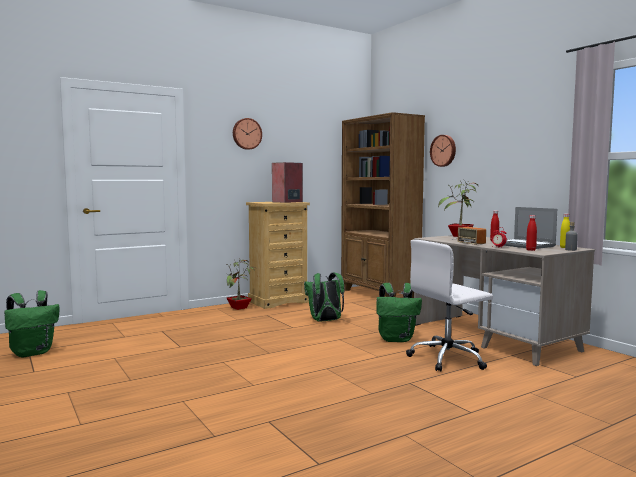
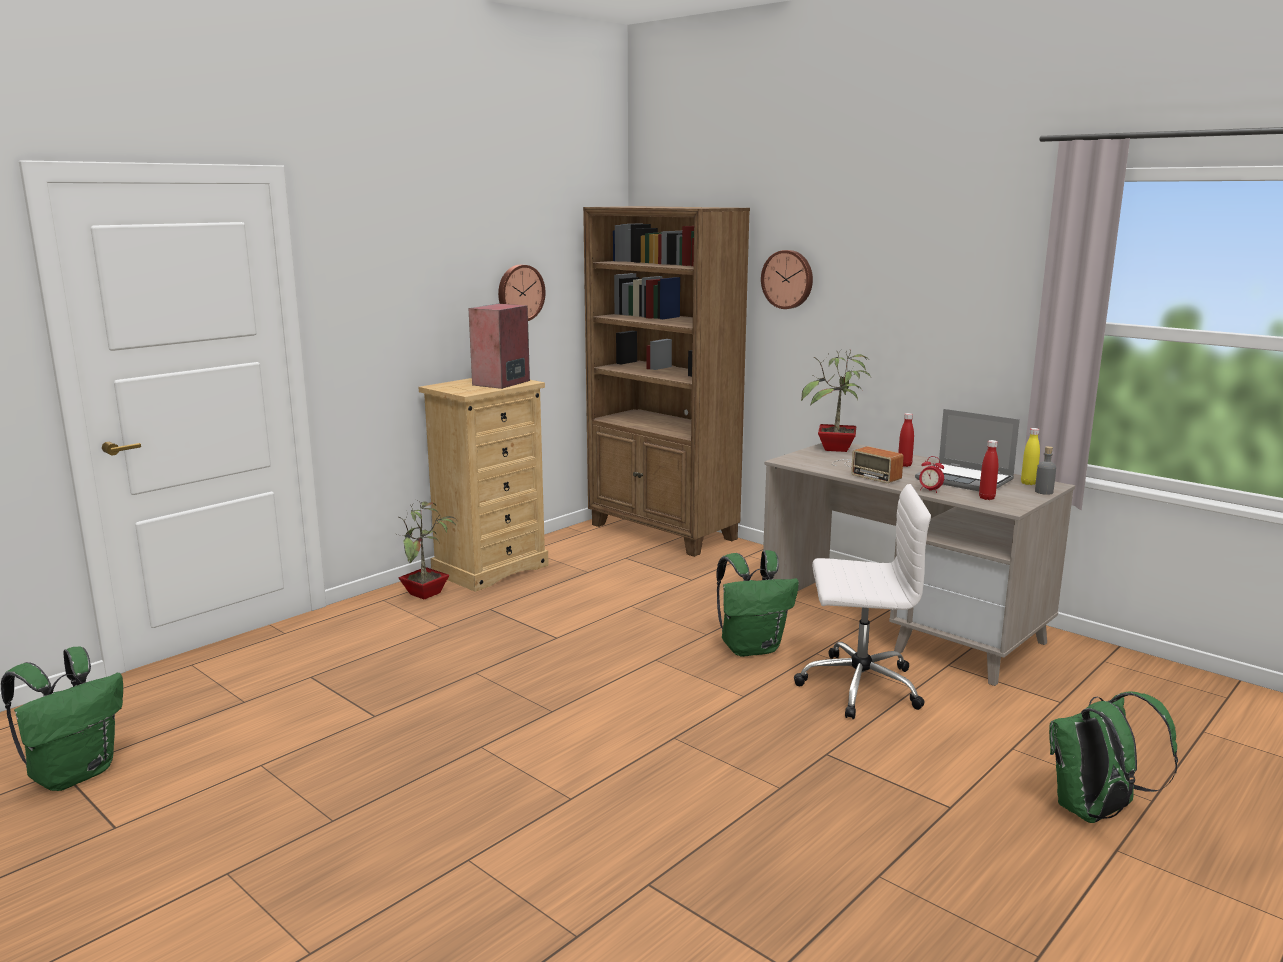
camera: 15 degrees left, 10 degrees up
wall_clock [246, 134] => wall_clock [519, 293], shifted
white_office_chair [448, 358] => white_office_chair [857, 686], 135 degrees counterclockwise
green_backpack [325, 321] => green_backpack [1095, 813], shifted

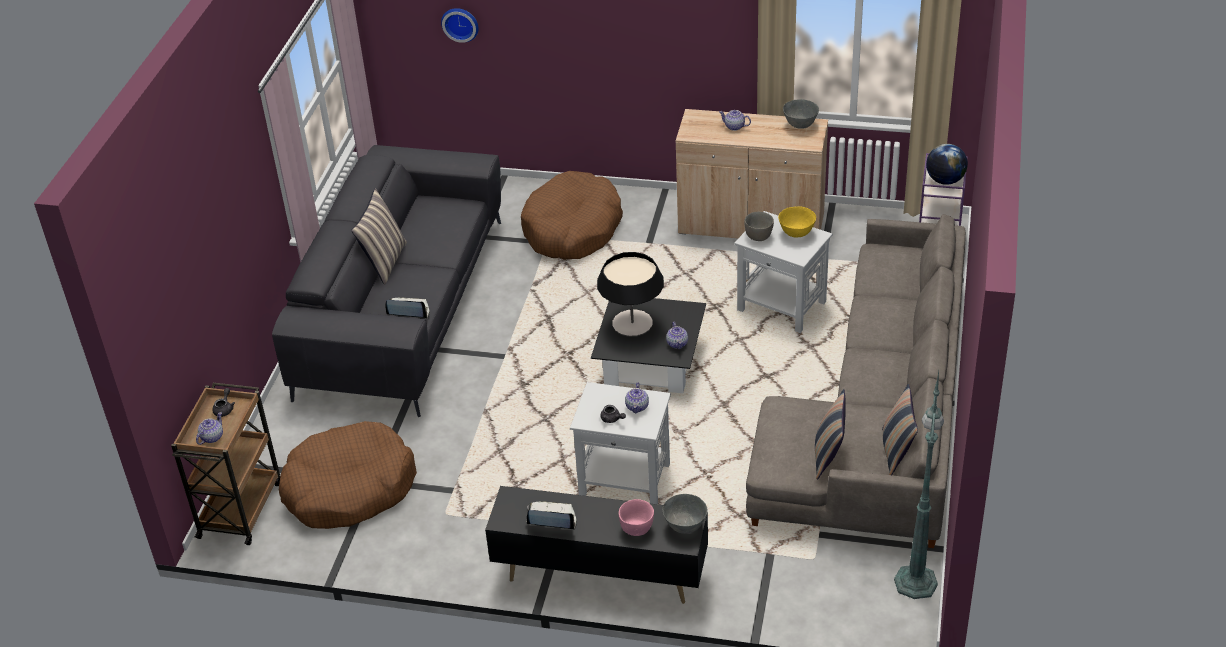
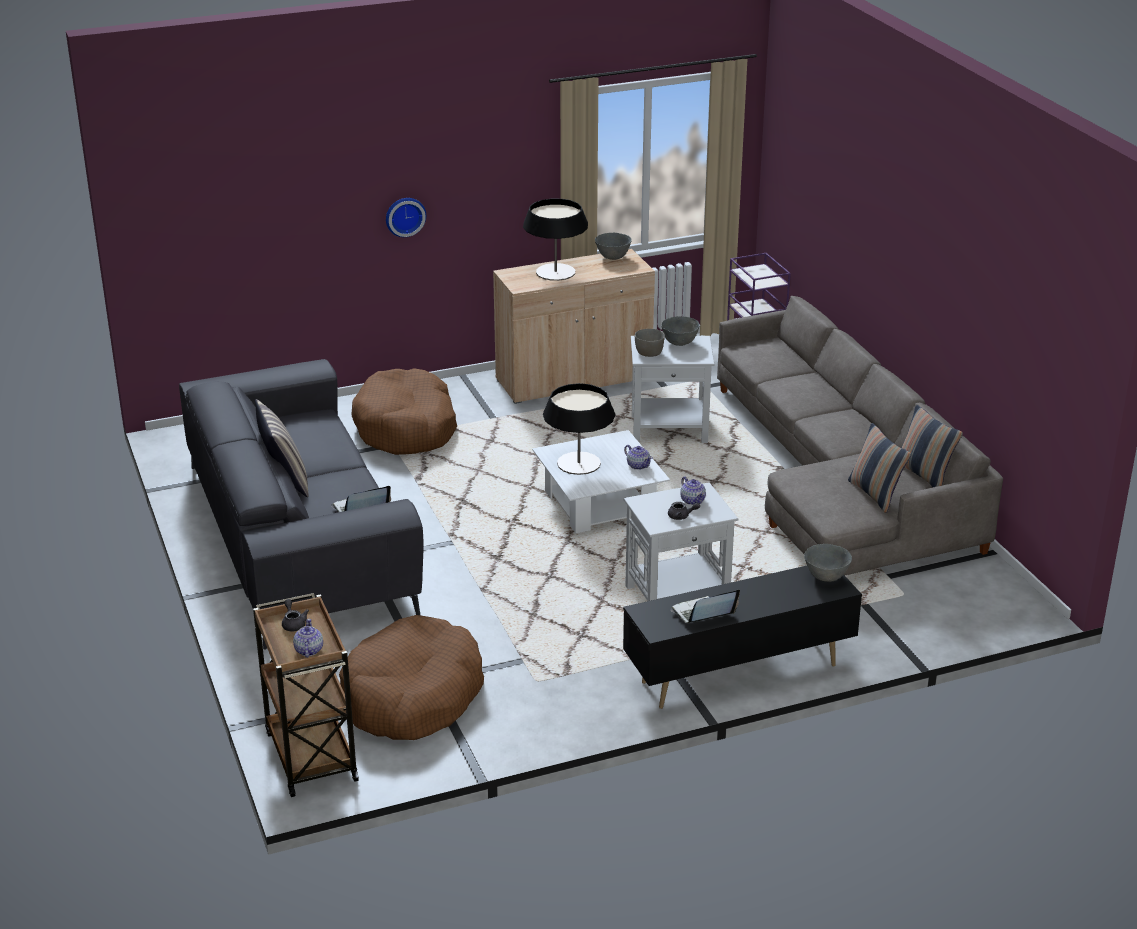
camera: 35 degrees left, 10 degrees down
wall_clock [460, 23] => wall_clock [404, 216], shifted
teapot [734, 127] => table_lamp [555, 272]
globe [945, 180] => nothing
yellow_bowl [796, 233] => grey_bowl [679, 343]
black_coffee_table [650, 363] => white_coffee_table [599, 504]
green_floor_lamp [916, 580] => nothing
pink_bowl [637, 528] => nothing

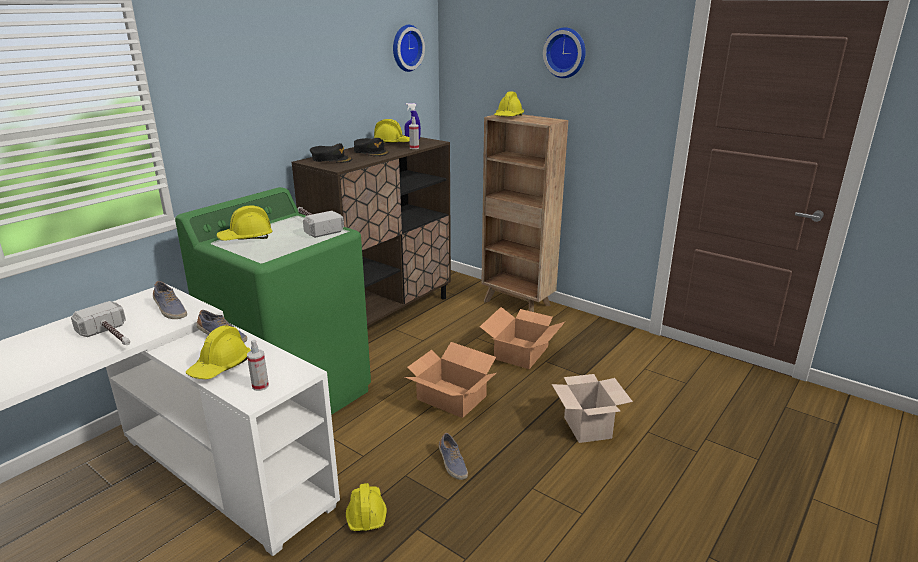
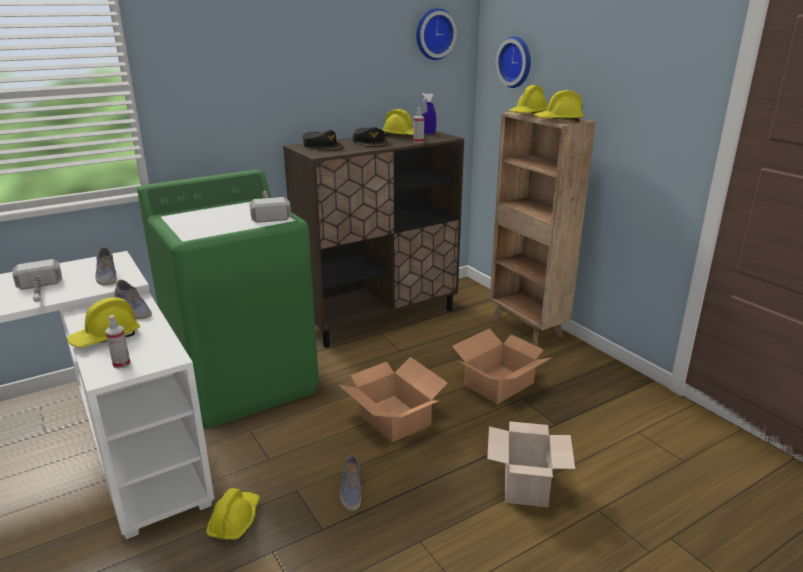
camera: 20 degrees right, 0 degrees up
wall_clock [566, 52] => wall_clock [516, 62], shifted
yellow_hard_hat [246, 238] => yellow_hard_hat [558, 120], shifted

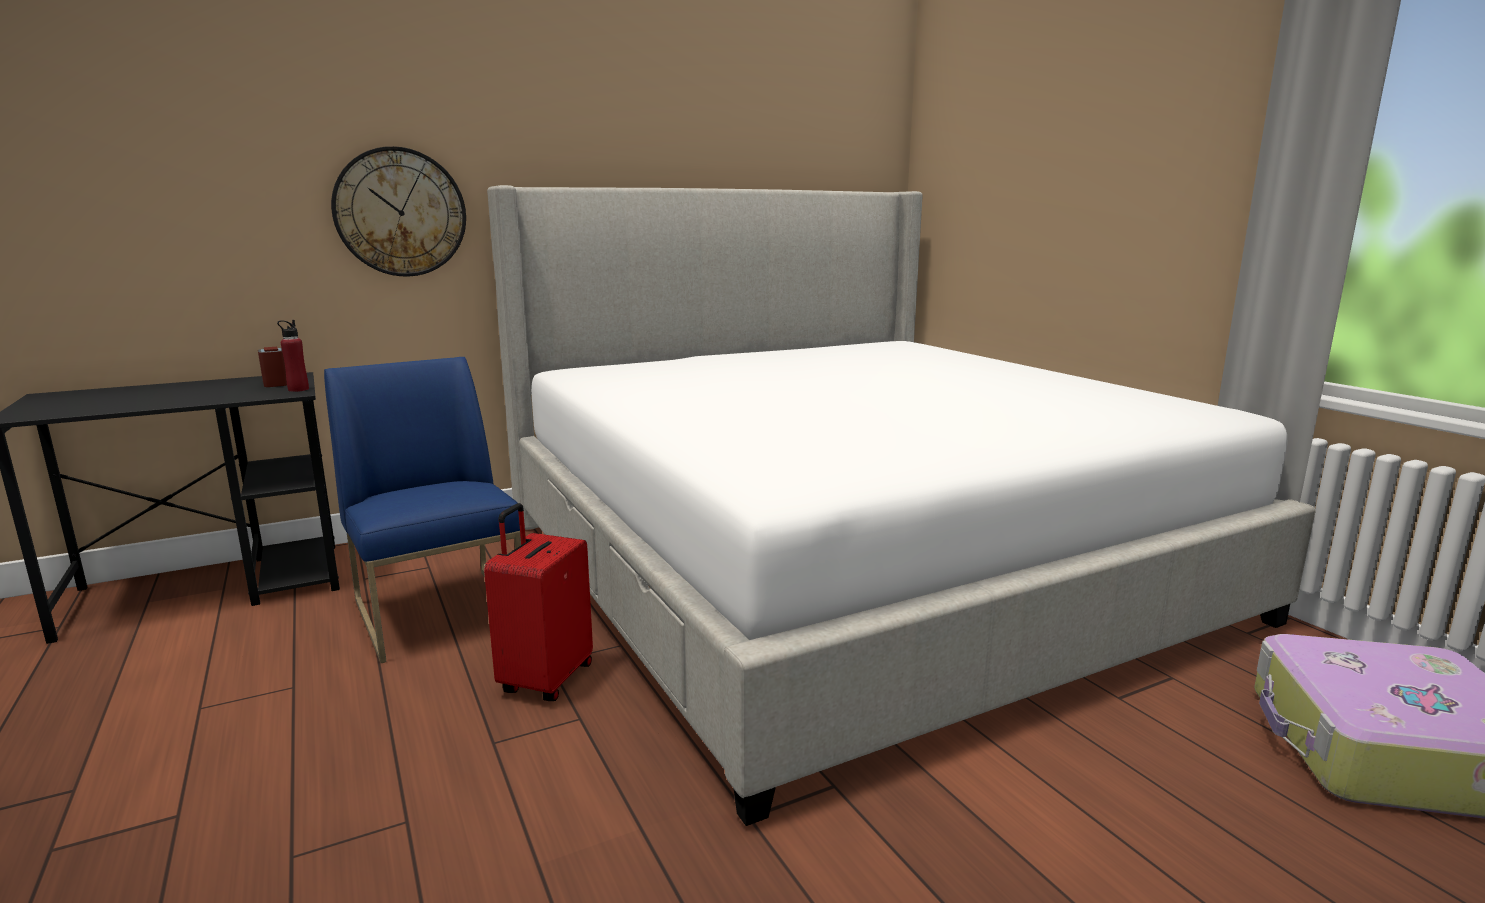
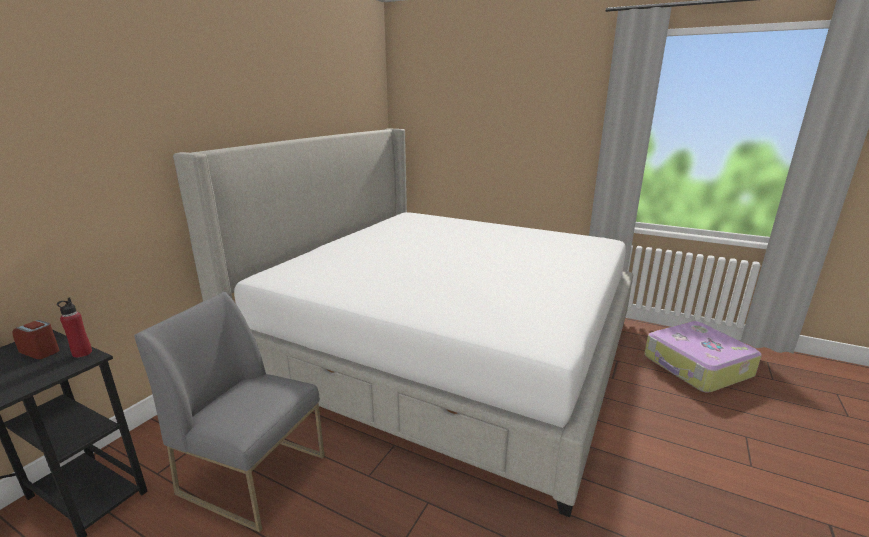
camera: 35 degrees left, 5 degrees up
wall_clock [400, 212] => nothing
blue_chair [441, 613] => grey_chair [255, 474]
red_suitcase [545, 679] => nothing

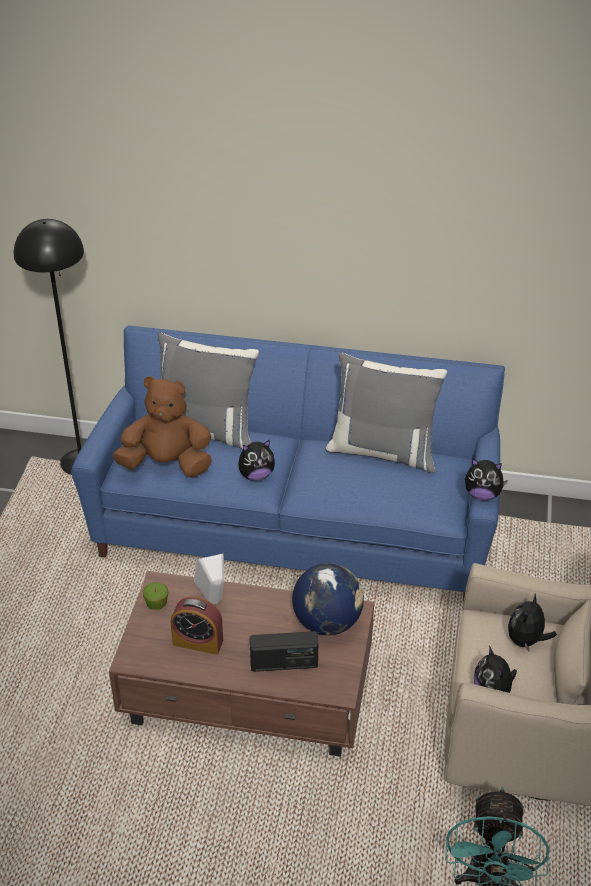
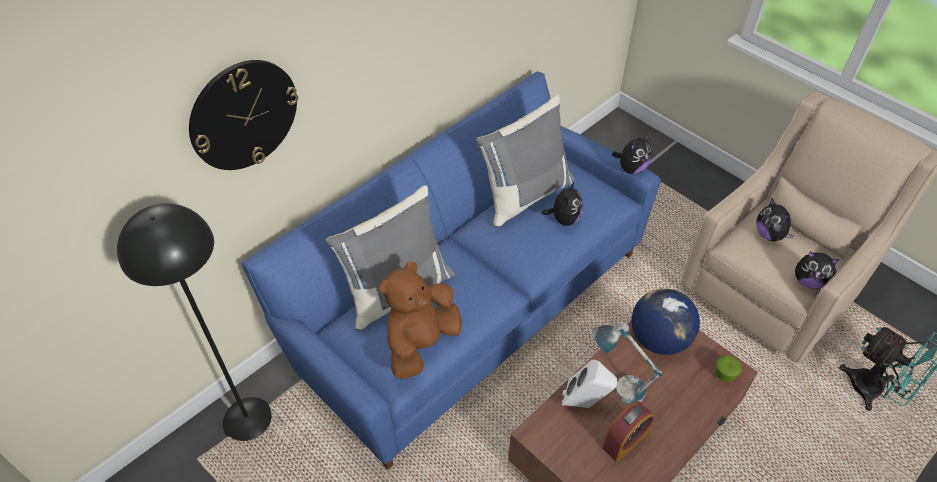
camera: 55 degrees left, 10 degrees up
plush_toy [256, 475] => plush_toy [563, 219], shifted
apple [156, 603] => apple [724, 374], shifted
radio [284, 663] => nothing
nothing => wall_clock [243, 115]
nothing => table_lamp [617, 385]

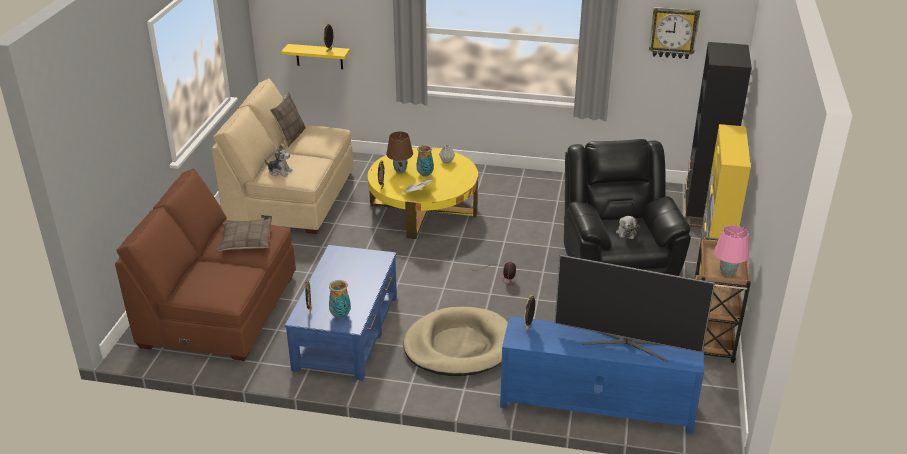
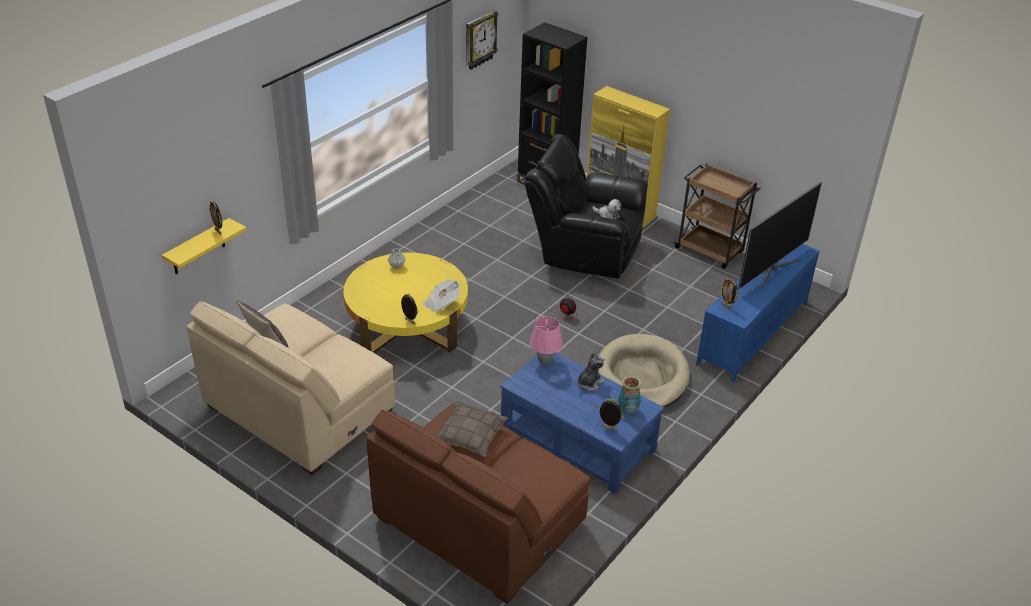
camera: 65 degrees left, 5 degrees up
brown_table_lamp [400, 171] => nothing
plush_toy [279, 172] => plush_toy [589, 383], shifted
vase [425, 174] => nothing
pink_table_lamp [727, 274] => pink_table_lamp [545, 361], shifted

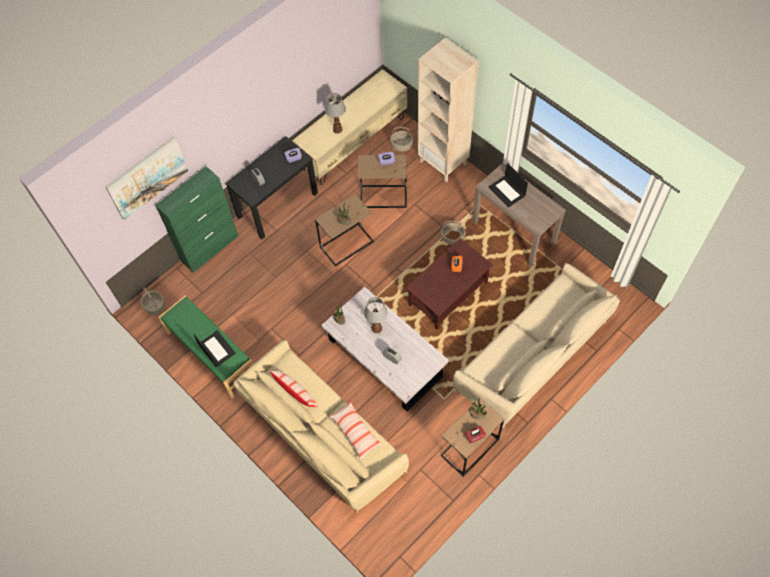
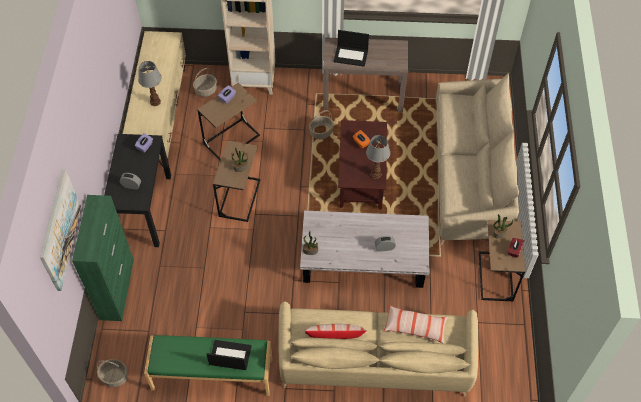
camera: 45 degrees left, 5 degrees down
table_lamp [377, 328] => table_lamp [376, 173], shifted

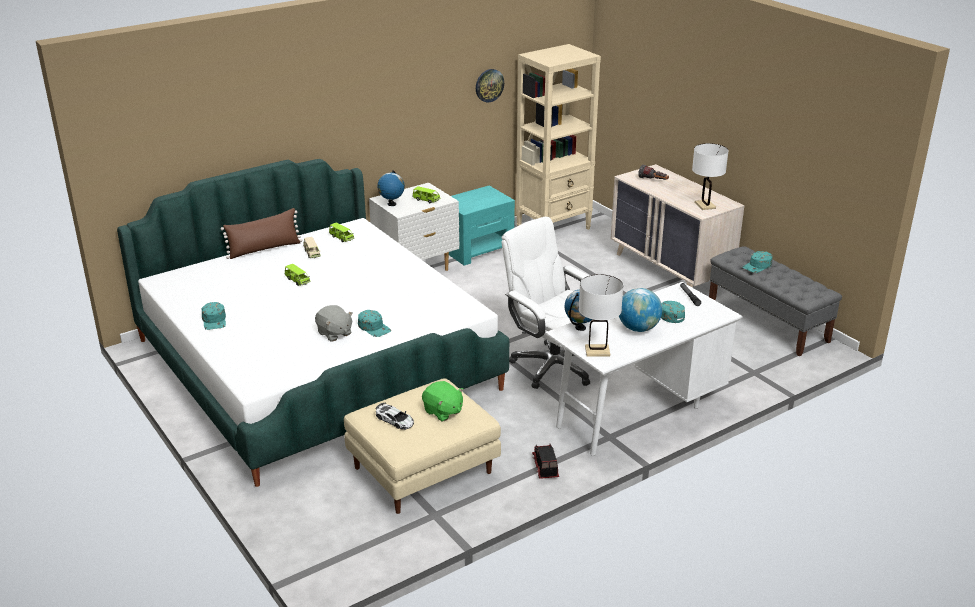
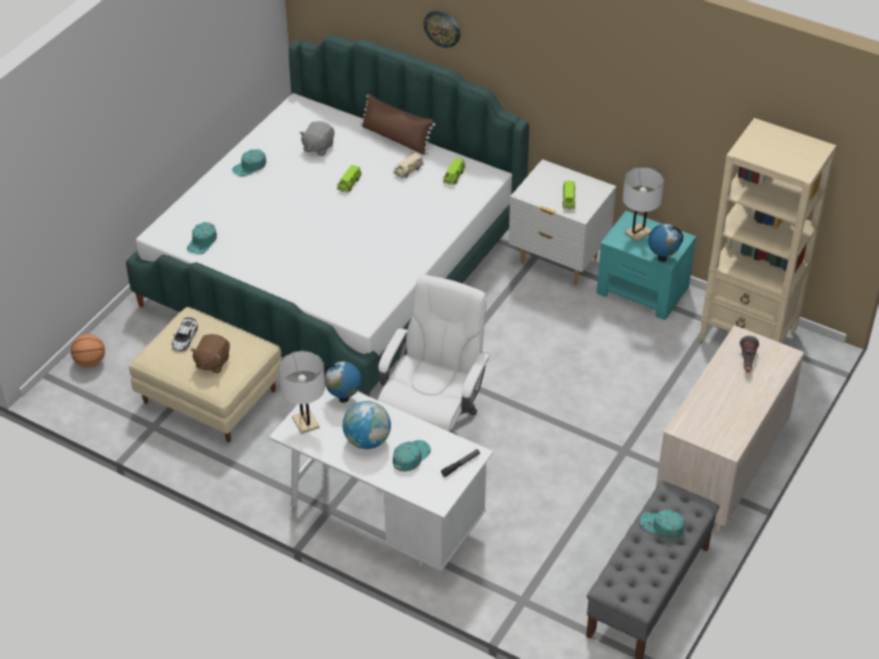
camera: 65 degrees right, 15 degrees up
wall_clock [489, 85] => wall_clock [442, 28], shifted
white_table_lamp [705, 205] => white_table_lamp [638, 233], shifted
globe [391, 204] => globe [662, 258], shifted
grey_plush_toy [334, 333] => grey_plush_toy [318, 147], shifted
turquoise_cap [374, 327] => turquoise_cap [202, 242], shifted
green_plush_toy [443, 412] => brown_plush_toy [212, 362]
toy_truck [545, 466] => nothing
nothing => basketball [90, 362]

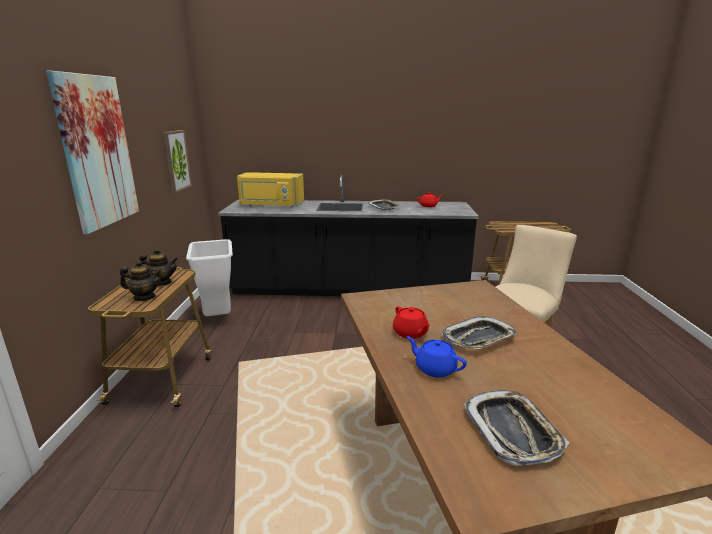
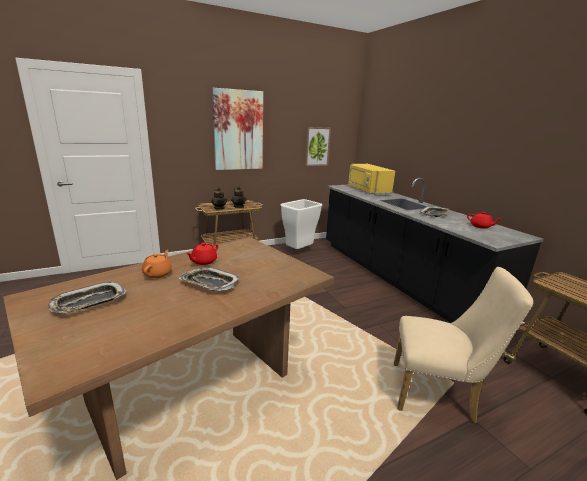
camera: 60 degrees right, 0 degrees up
blue_teapot [434, 368] => orange_teapot [158, 273]

